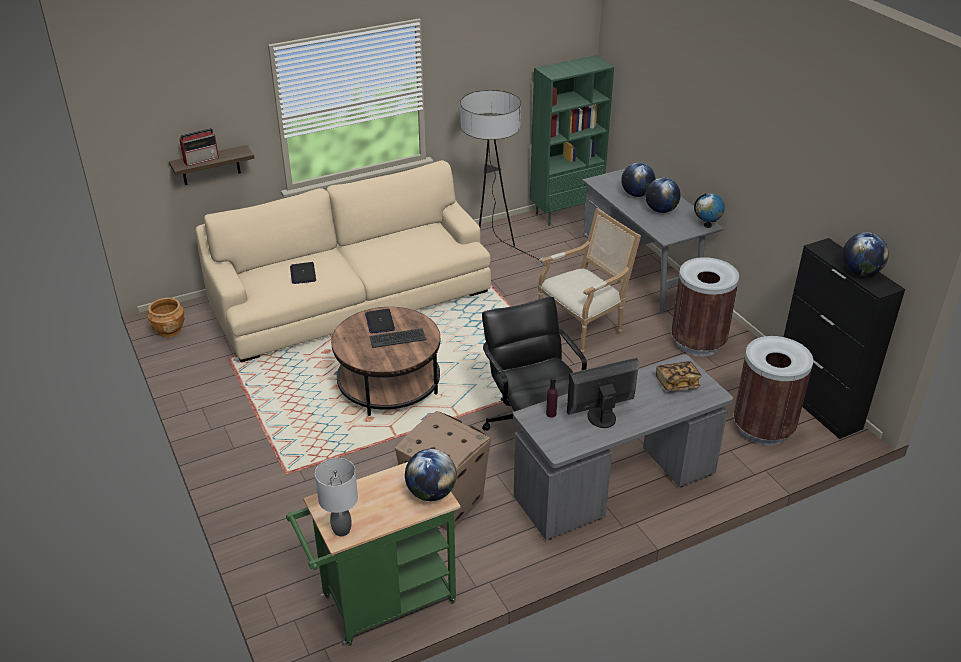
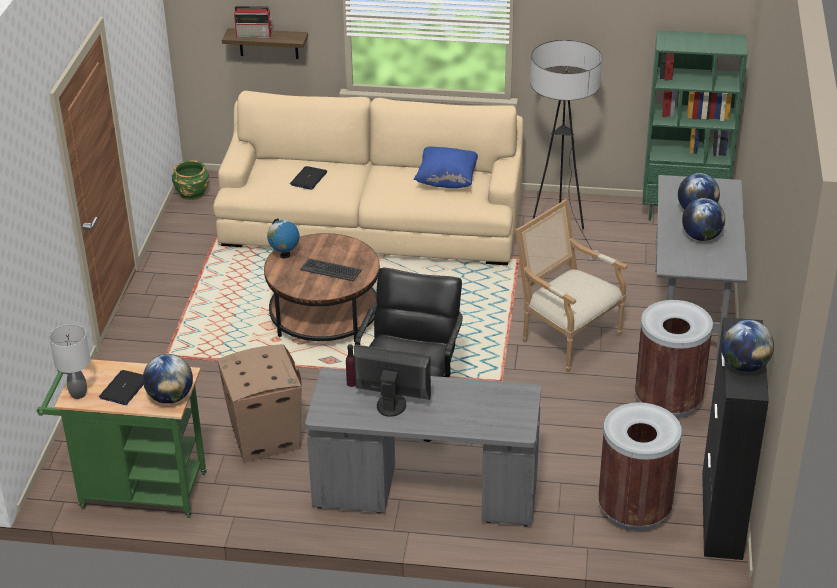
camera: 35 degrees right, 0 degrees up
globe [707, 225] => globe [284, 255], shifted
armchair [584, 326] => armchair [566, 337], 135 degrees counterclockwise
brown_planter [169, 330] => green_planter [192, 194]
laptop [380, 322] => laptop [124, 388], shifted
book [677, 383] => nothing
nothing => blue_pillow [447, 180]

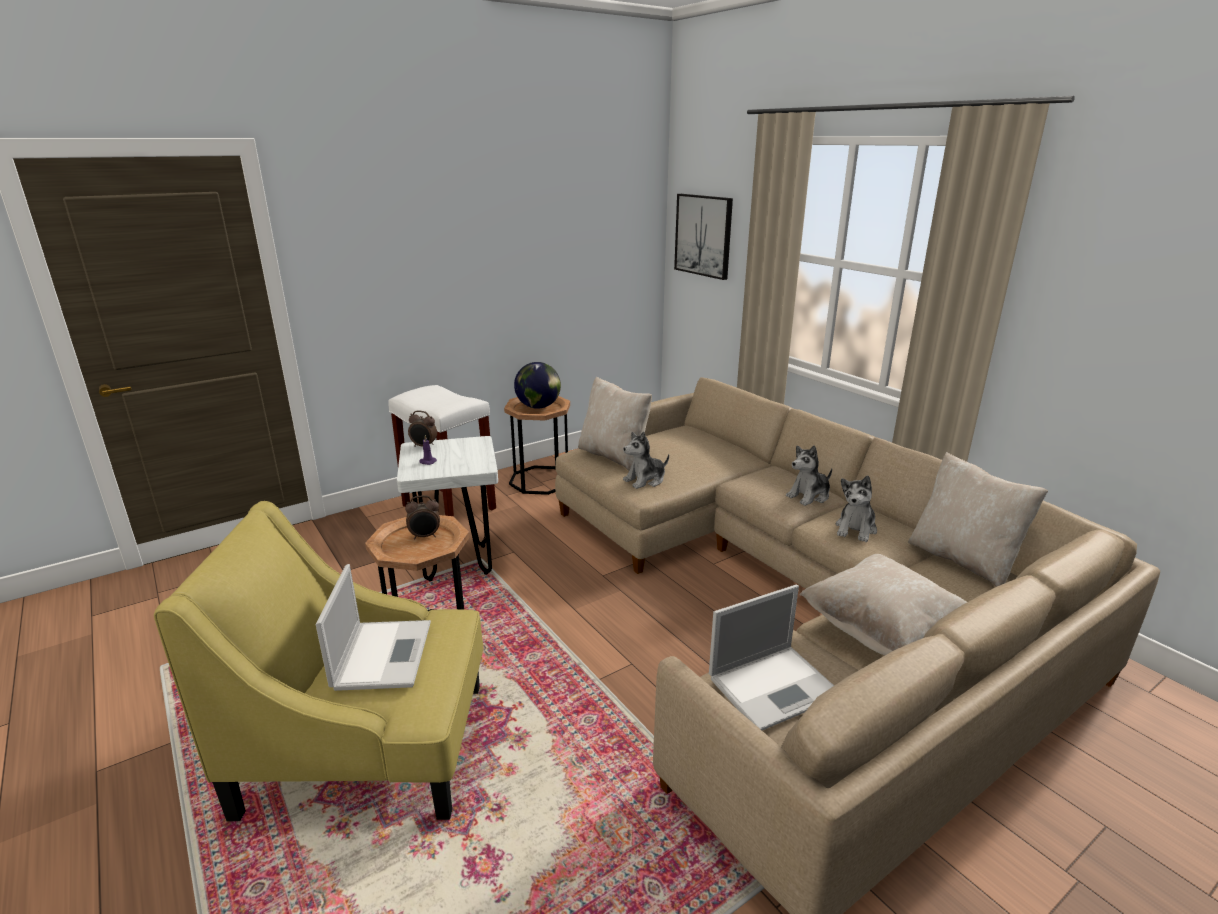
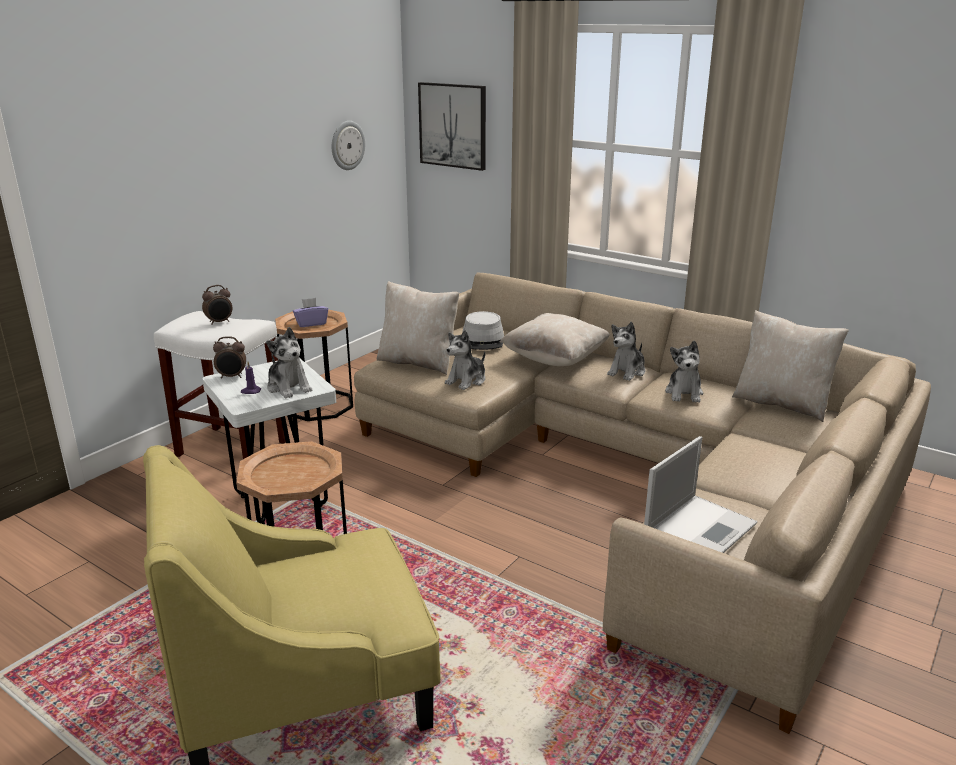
camera: 20 degrees left, 0 degrees up
globe [538, 407] => purple_tissue_box [311, 323]
alarm_clock [425, 536] => alarm_clock [219, 322], shifted
beige_pillow [882, 631] => beige_pillow [555, 359], shifted
laptop [383, 653] => nothing
nothing => wall_clock [347, 145]
nothing => grey_hat [483, 341]
nothing => plush_toy [289, 387]

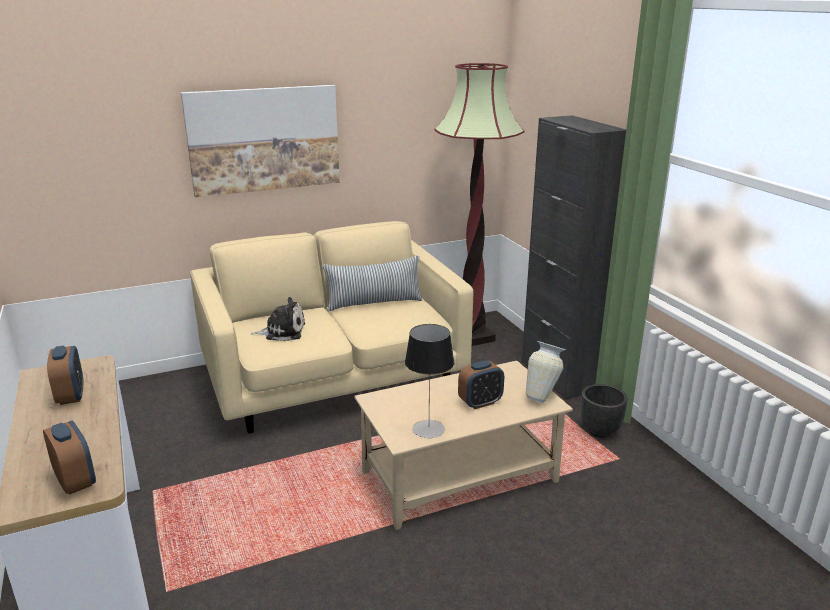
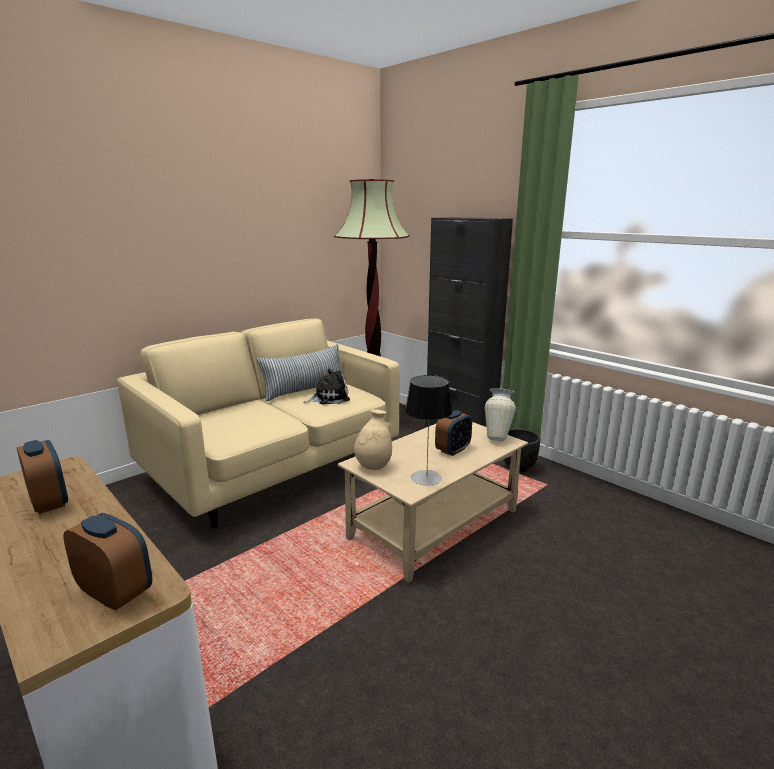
camera: 20 degrees left, 5 degrees down
picture [264, 139] => nothing
plush_toy [282, 331] => plush_toy [329, 398], shifted
nothing => beige_vase [373, 466]

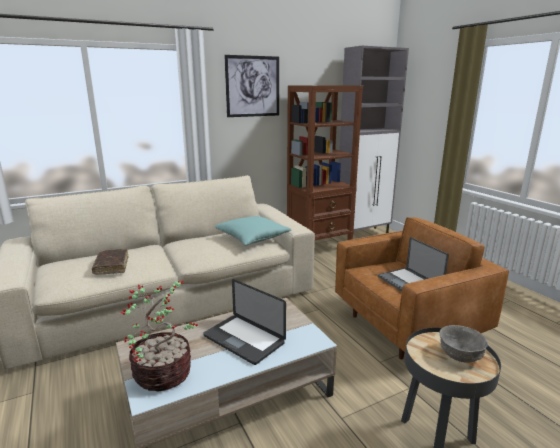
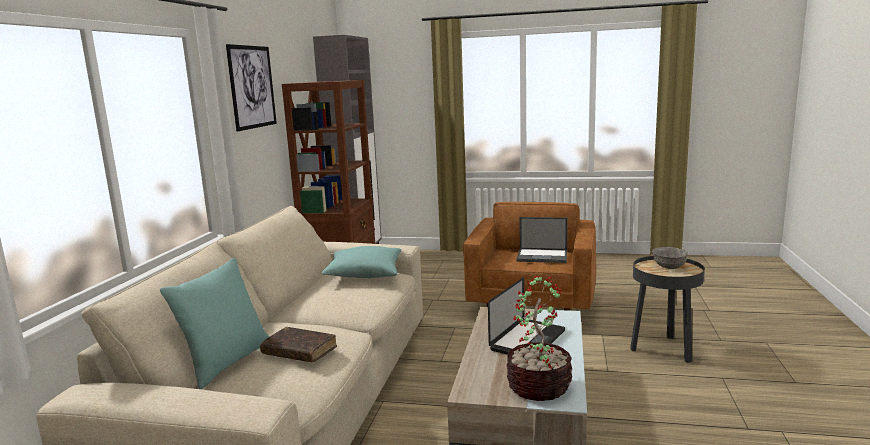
camera: 50 degrees left, 5 degrees down
laptop [244, 339] => laptop [528, 340], 45 degrees counterclockwise
nothing => turquoise_pillow [226, 363]

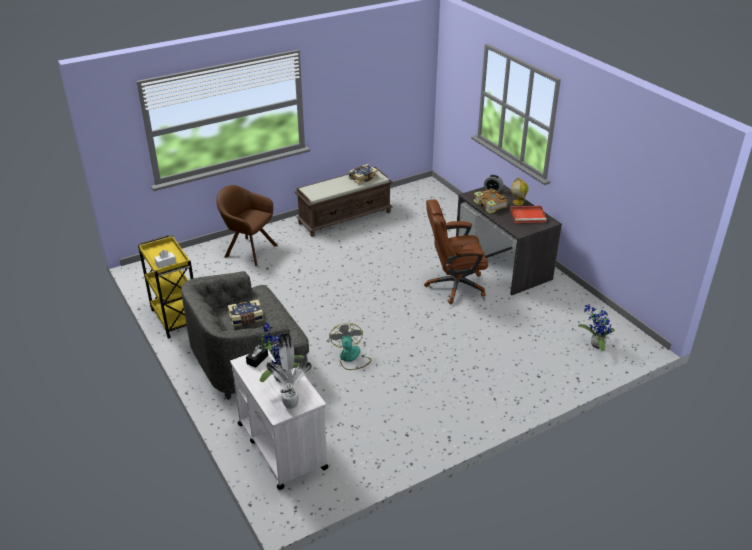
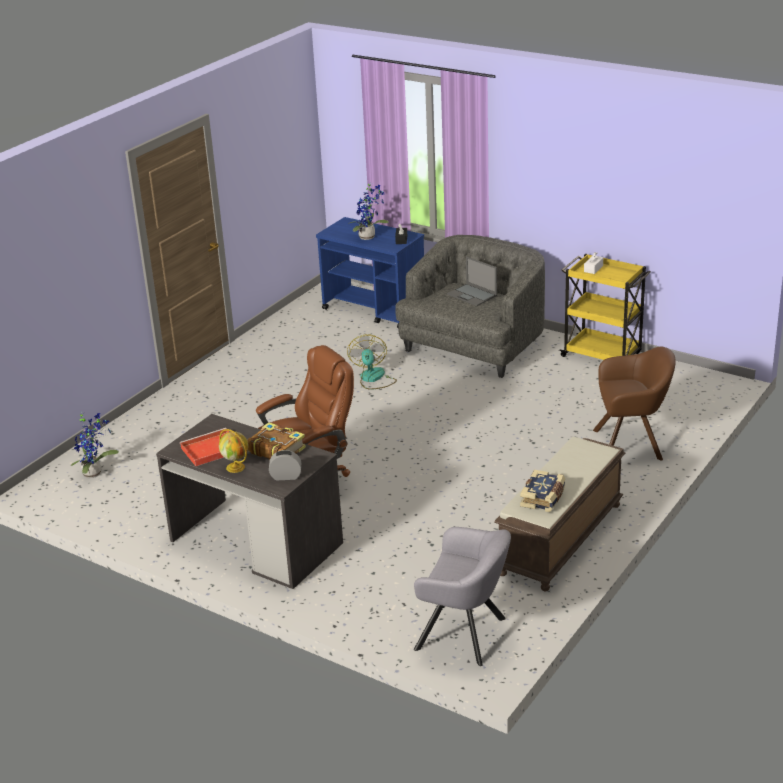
camera: 155 degrees right, 5 degrees down
book [246, 318] => laptop [472, 295]
fan [351, 358] => fan [373, 379], 150 degrees counterclockwise
potted_plant [290, 403] => nothing
white_cart [281, 445] => blue_cart [375, 310]
nothing => grey_armchair [466, 635]

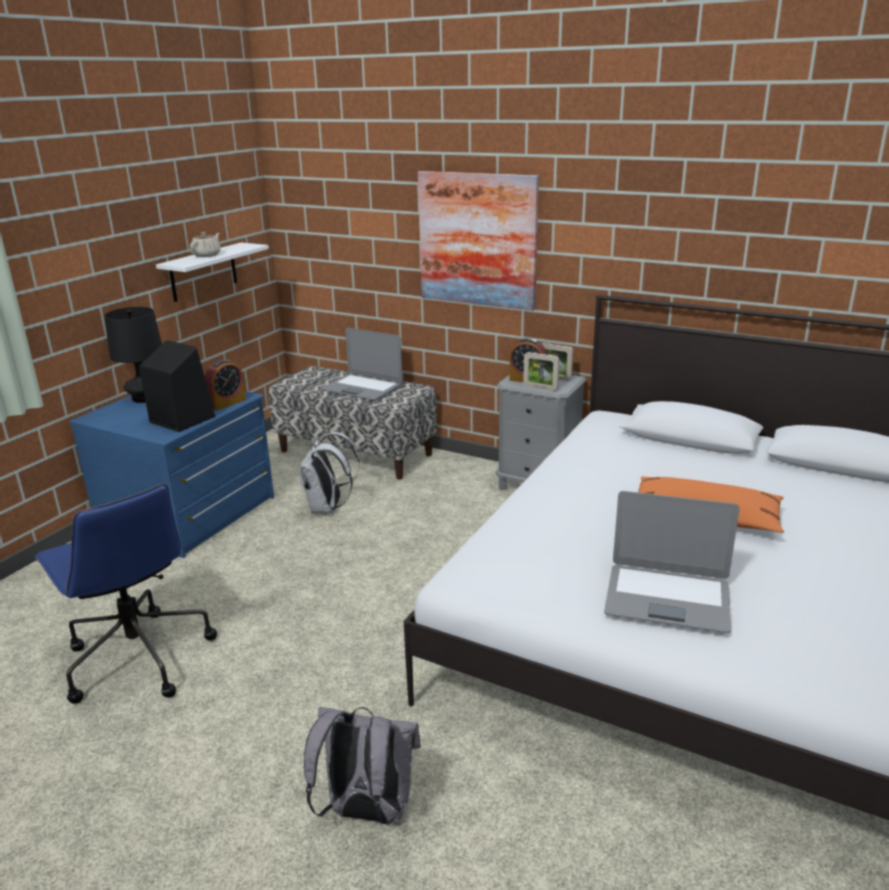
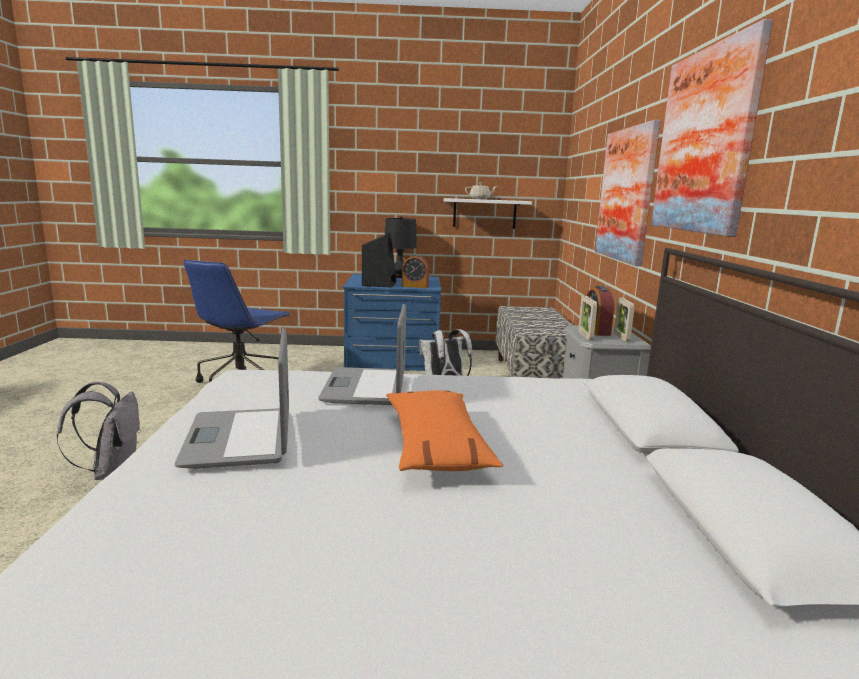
camera: 60 degrees right, 10 degrees down
laptop [362, 388] => laptop [366, 387], shifted
nothing => picture [704, 141]

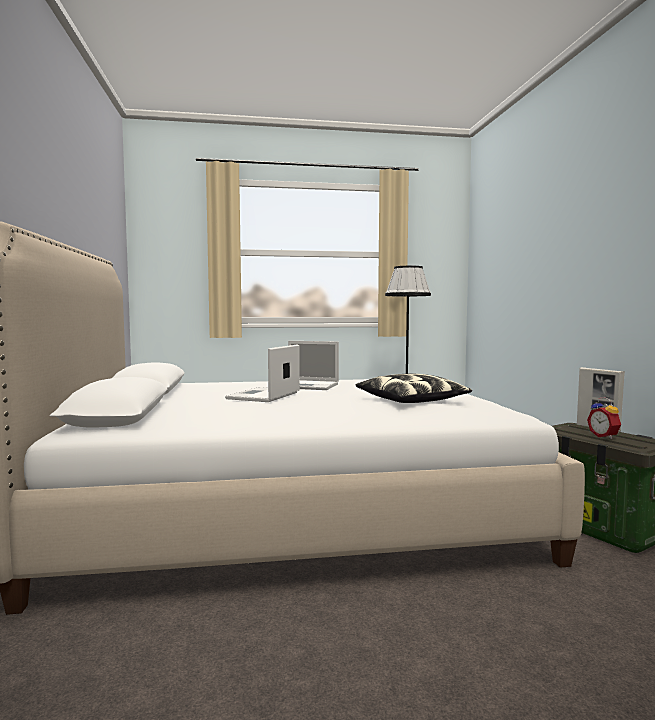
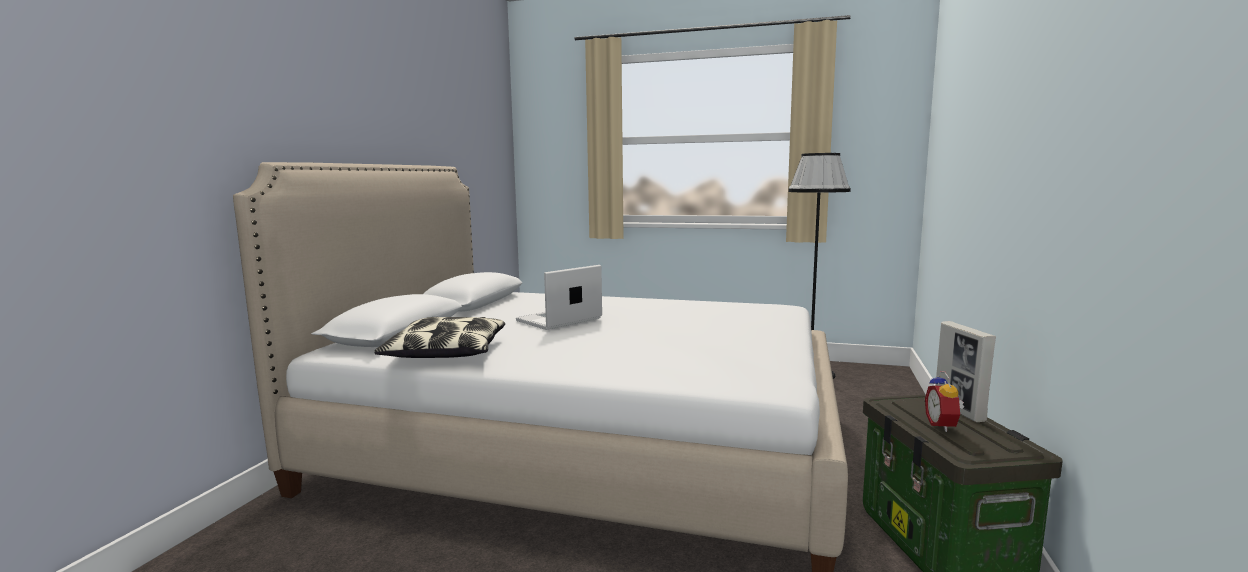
camera: 25 degrees right, 5 degrees up
laptop [308, 386] => nothing
pillow [411, 400] => pillow [446, 352], shifted

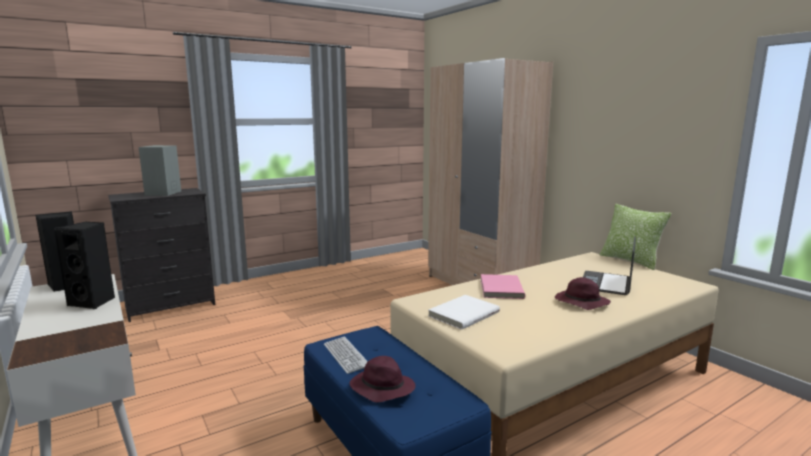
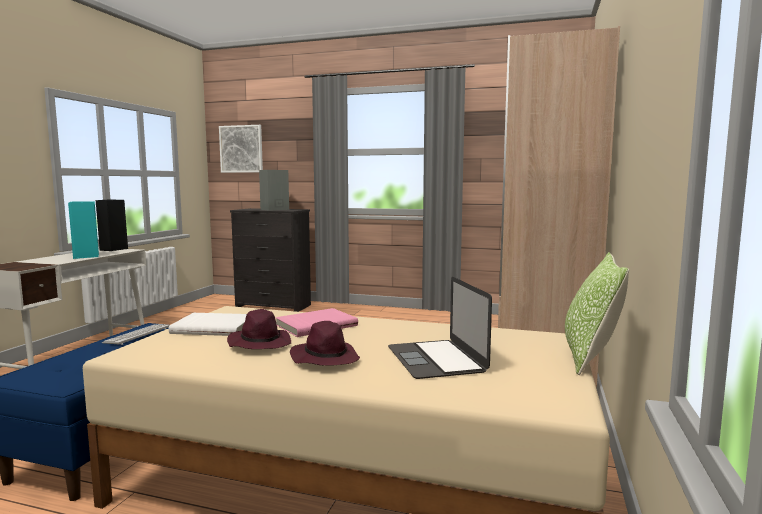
camera: 50 degrees right, 5 degrees down
black_speaker [93, 302] => turquoise_speaker [86, 256]
laptop [606, 283] => laptop [436, 359], 90 degrees counterclockwise
purple_hat [381, 388] => purple_hat [259, 344], shifted
nothing => picture [241, 149]

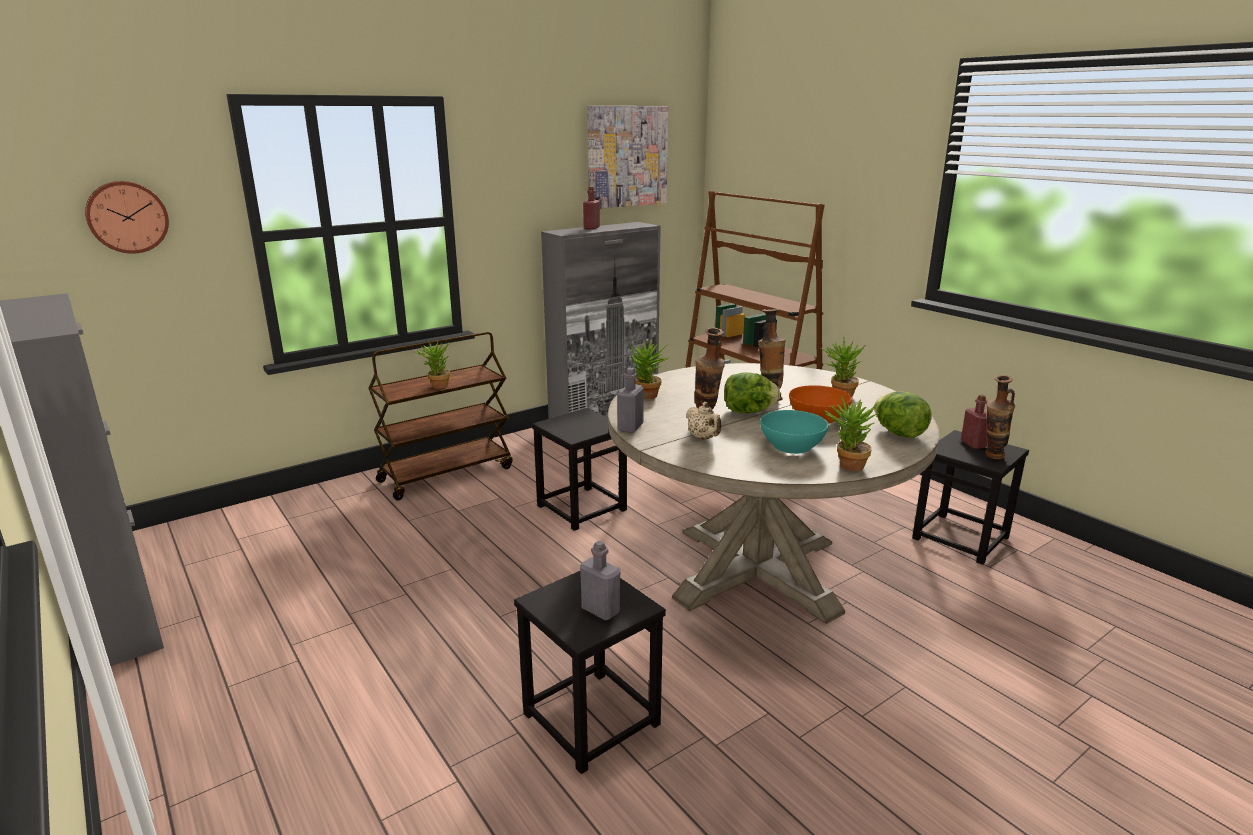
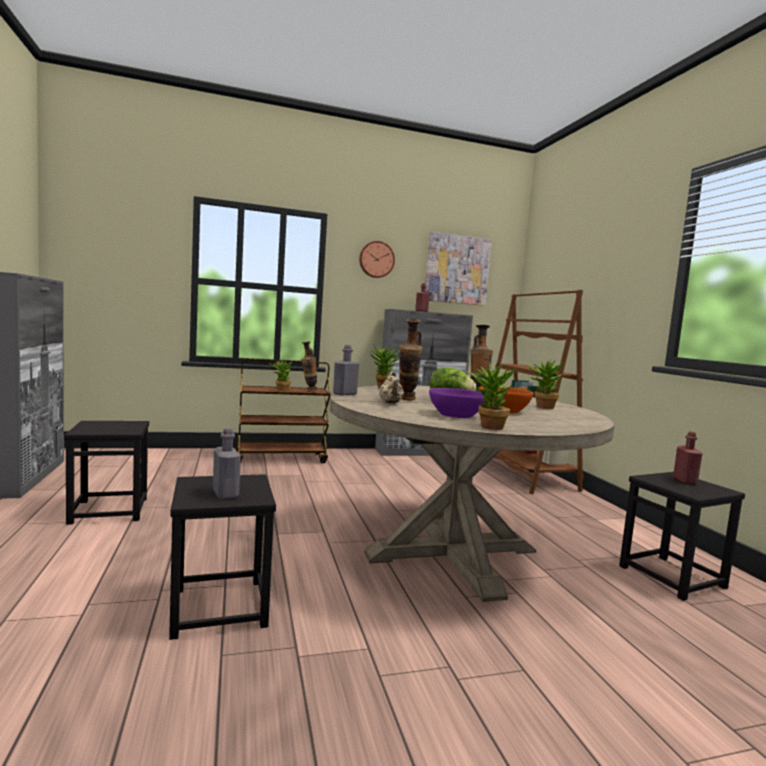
camera: 20 degrees right, 15 degrees down
wall_clock [127, 217] => wall_clock [376, 259], shifted
vase [991, 457] => vase [308, 391], shifted
lettuce [899, 433] => nothing
black_stool [581, 507] => black_stool [109, 510], shifted
turquoise_bowl [791, 446] => purple_bowl [456, 414]

